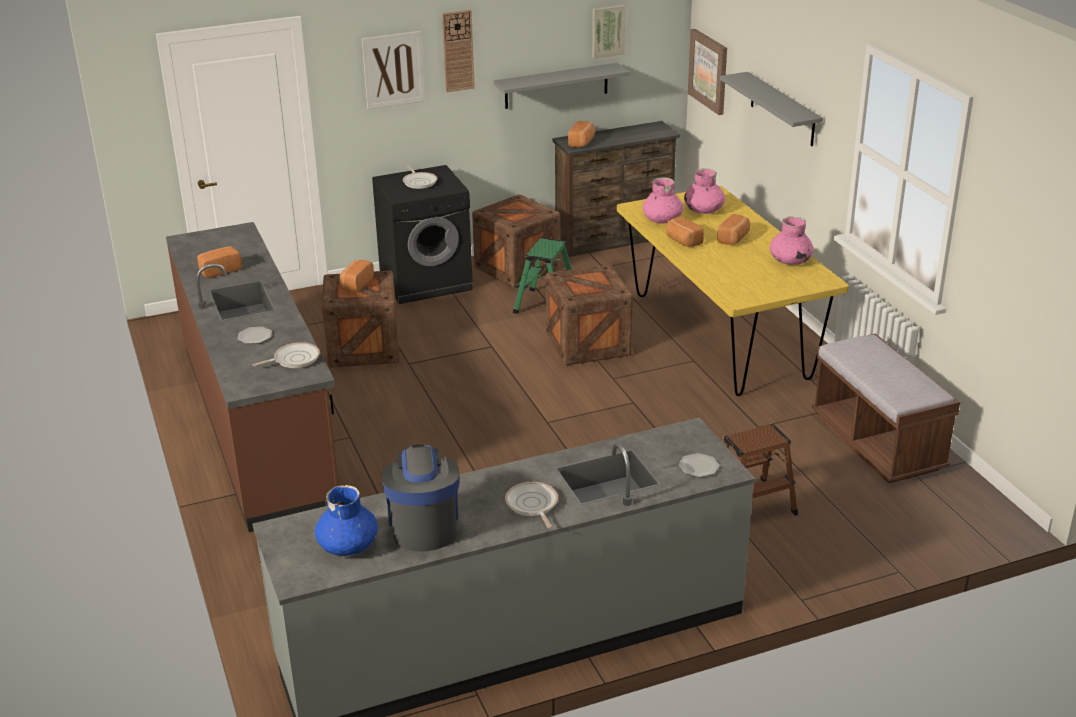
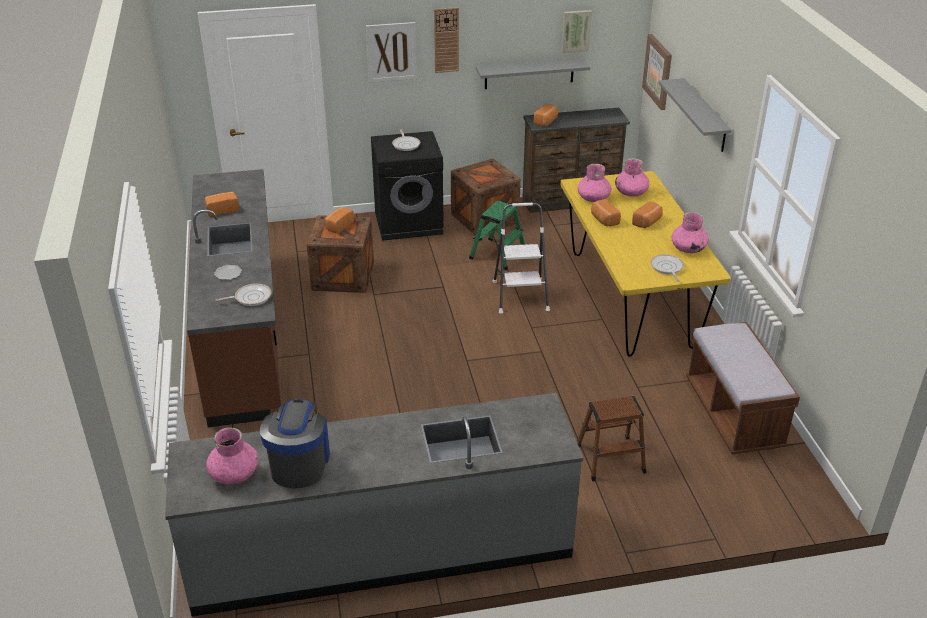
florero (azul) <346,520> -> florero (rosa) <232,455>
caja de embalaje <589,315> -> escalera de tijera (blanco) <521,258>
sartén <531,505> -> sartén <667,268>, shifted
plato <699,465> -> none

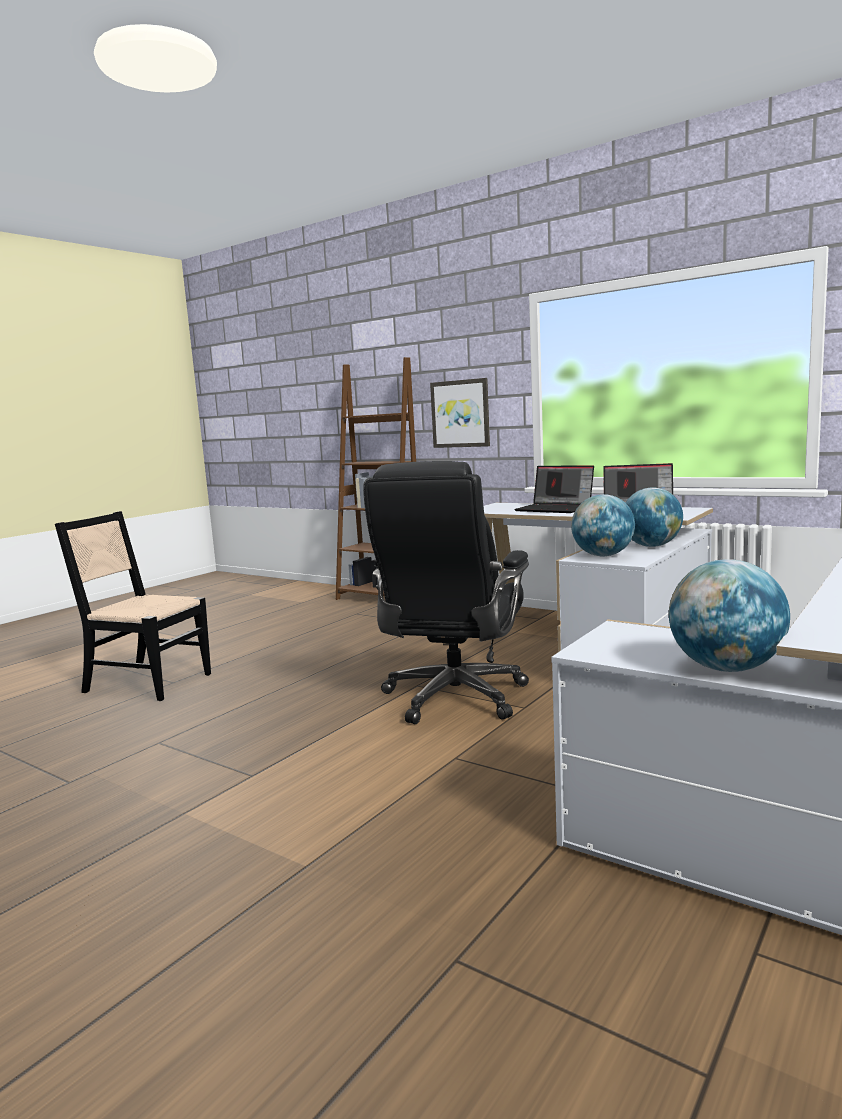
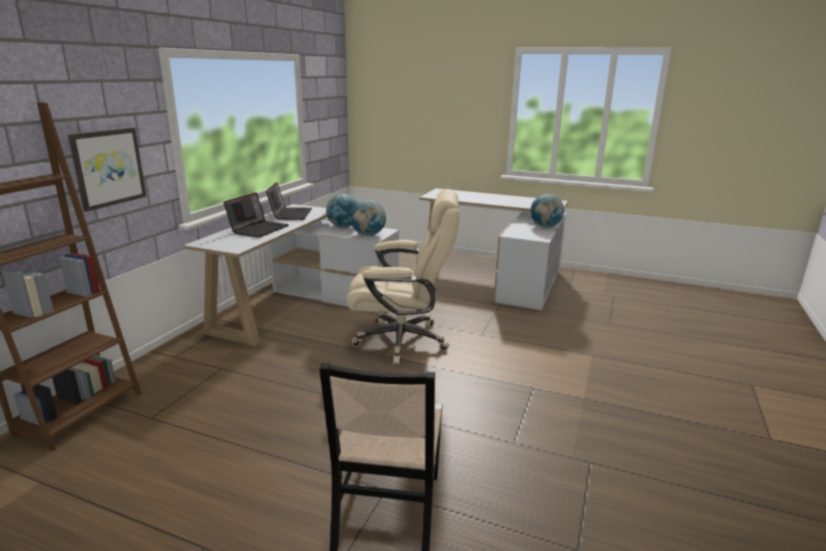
silla de oficina (negro) <446,592> -> silla de oficina (beis) <403,277>

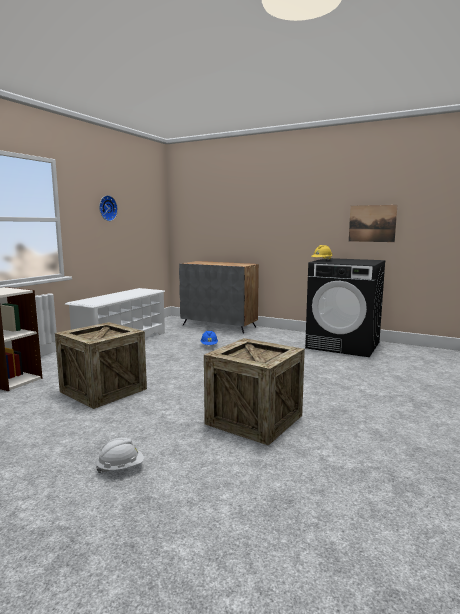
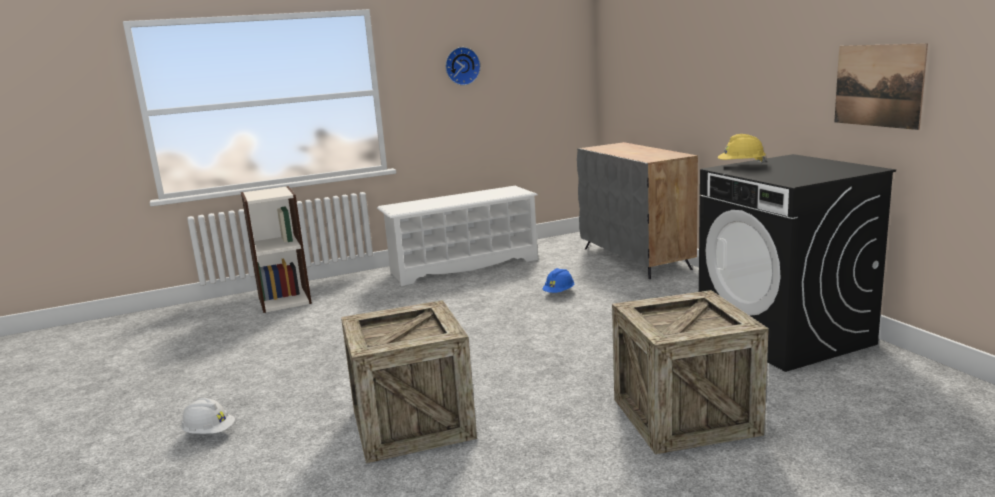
caja de embalaje <101,365> -> caja de embalaje <690,372>, shifted

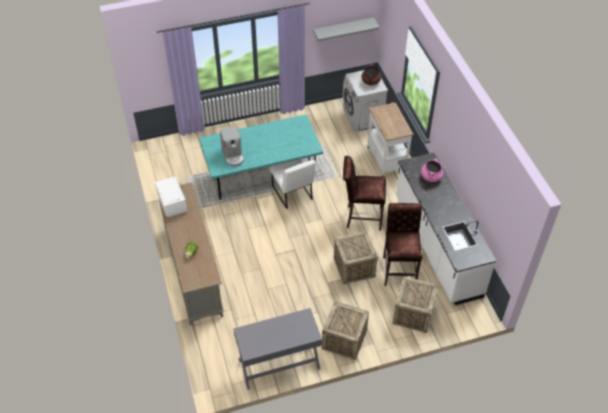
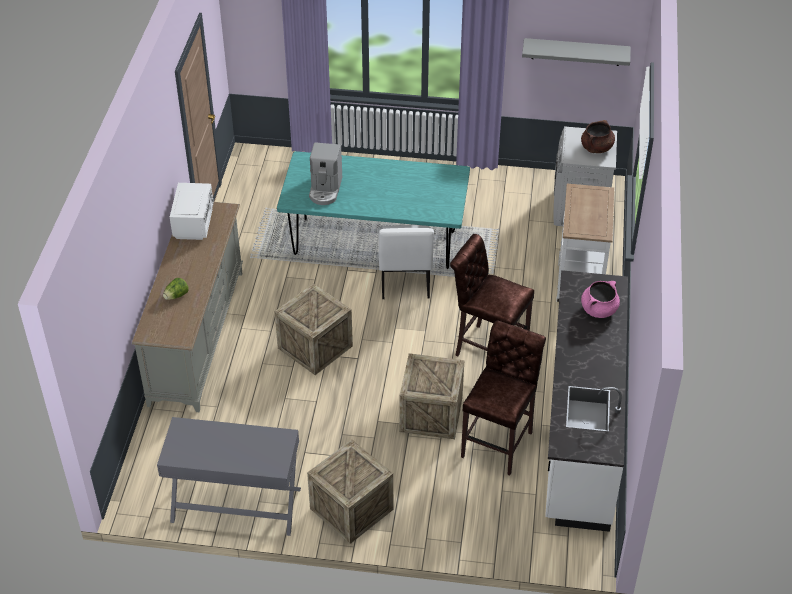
caja de embalaje <415,304> -> caja de embalaje <313,329>, shifted

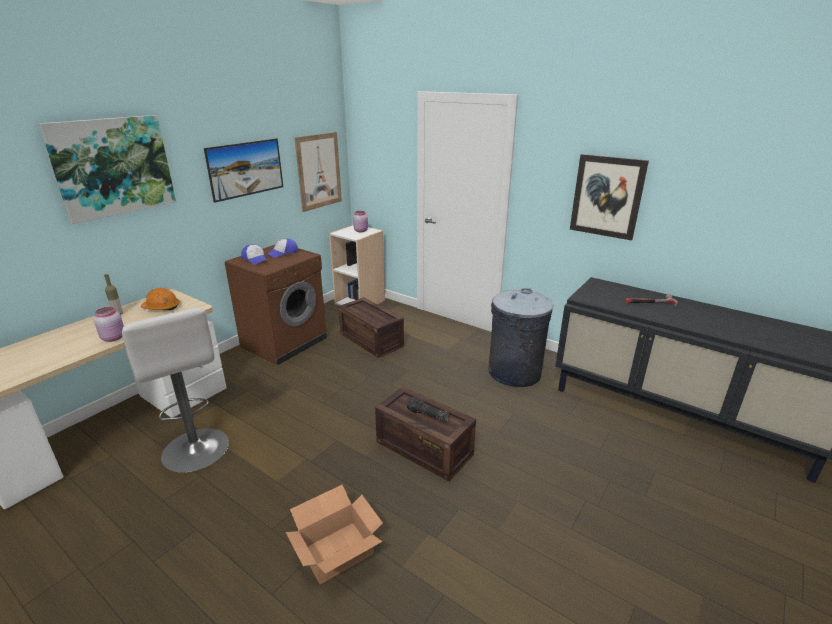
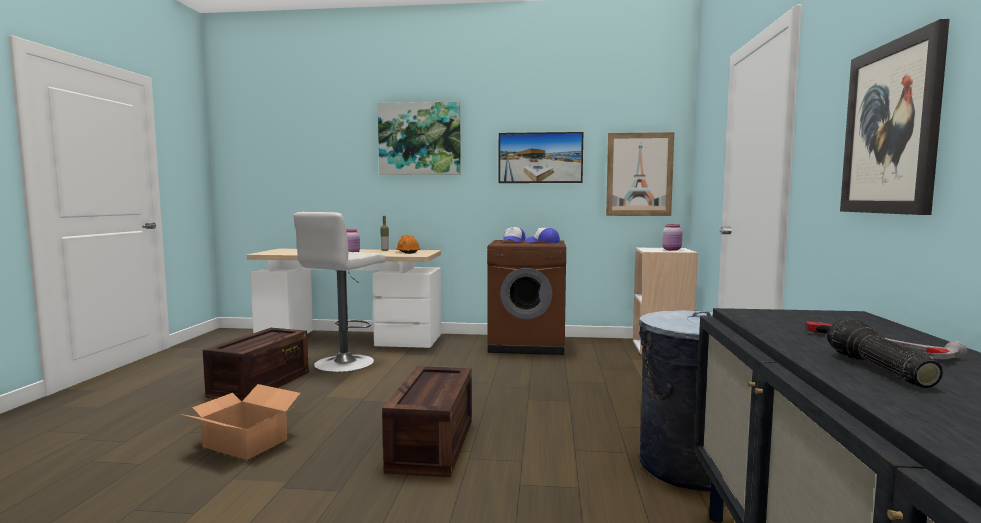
caja de embalaje <371,327> -> caja de embalaje <256,364>, shifted
linterna <428,409> -> linterna <885,353>, shifted

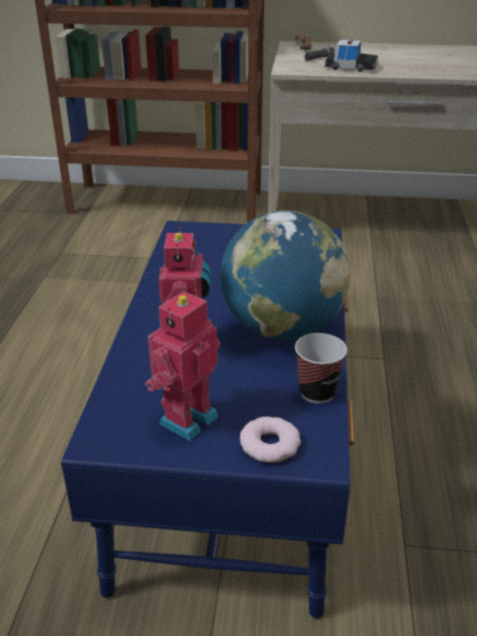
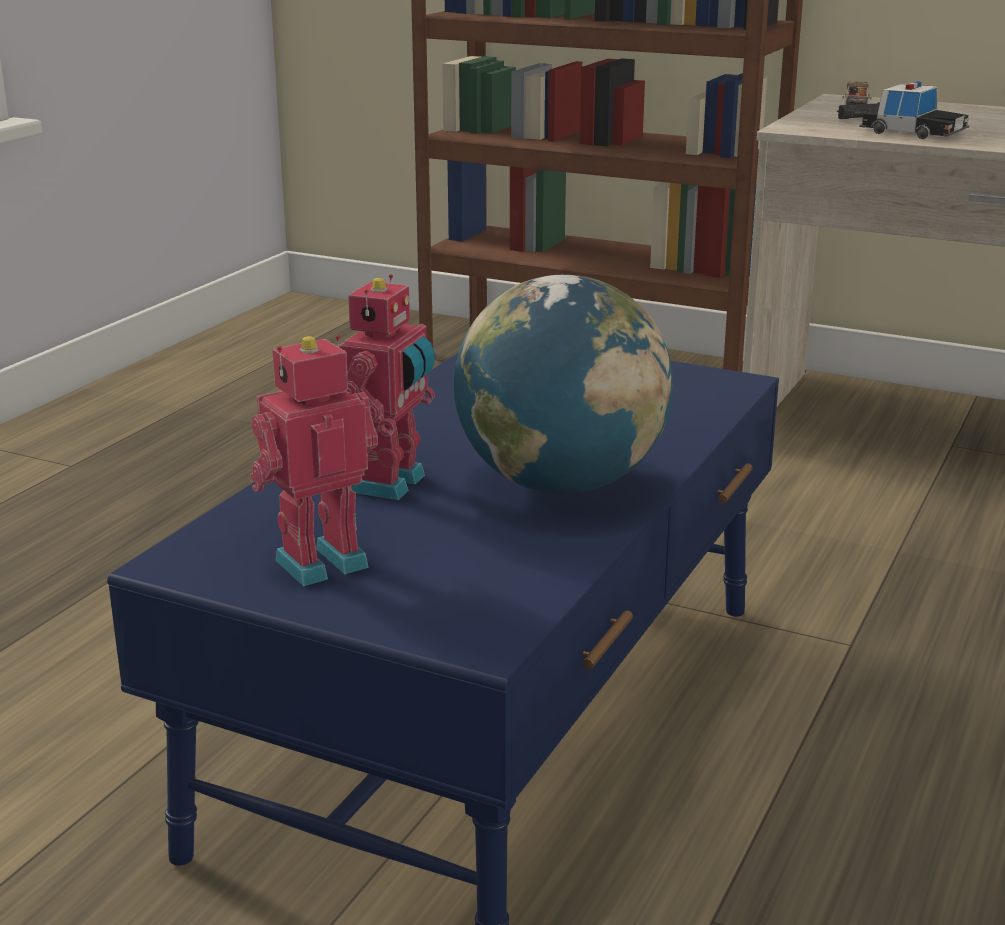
rosquilla <270,440> -> none
taza <321,368> -> none

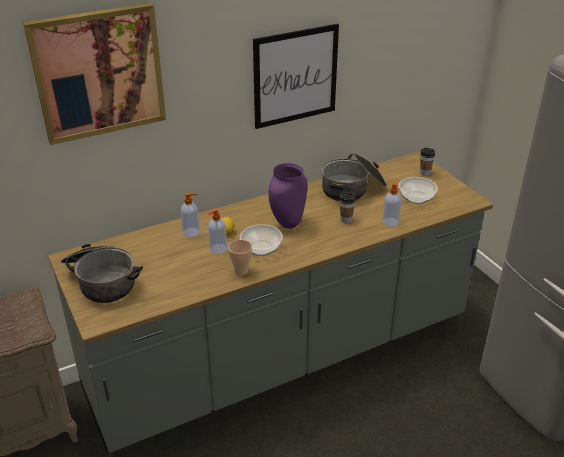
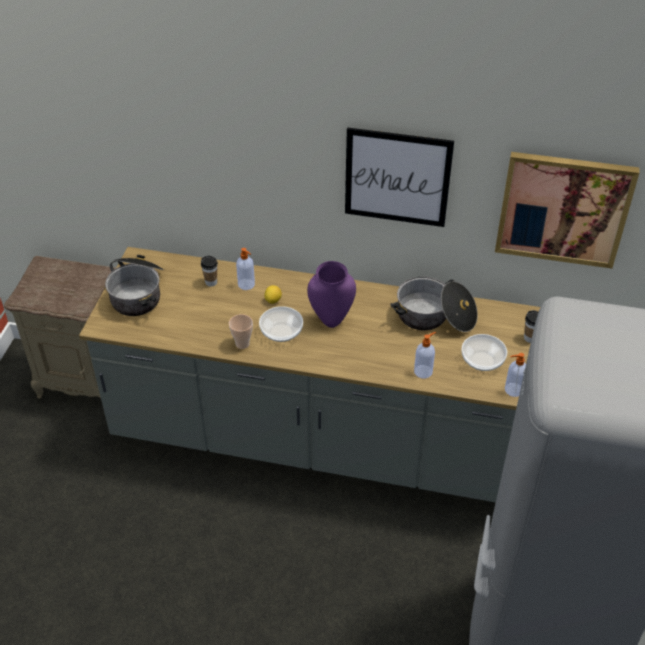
taza <347,208> -> taza <209,271>, shifted
cuadro <94,74> -> cuadro <567,210>, shifted
dispensador de jabón <217,231> -> dispensador de jabón <515,375>, shifted

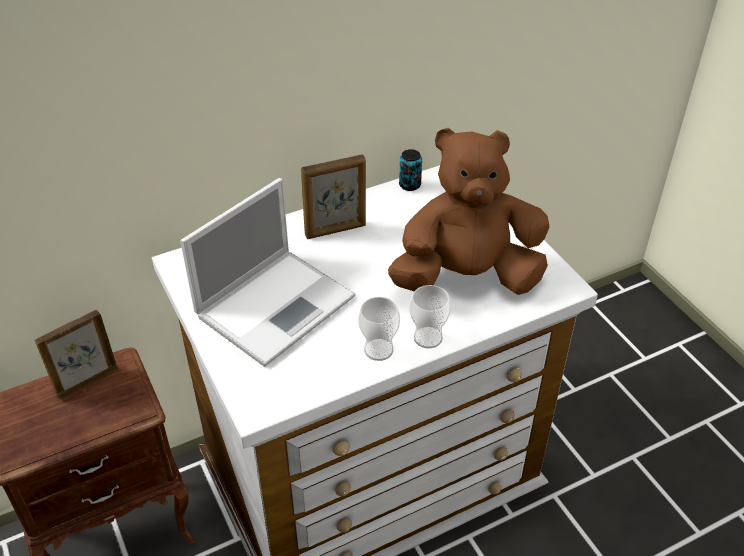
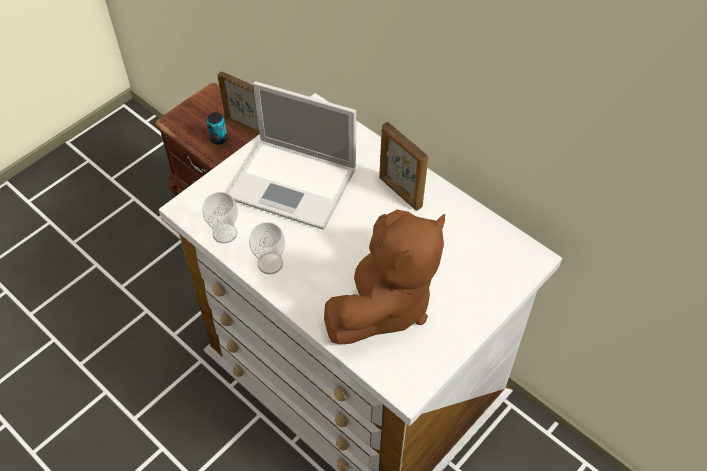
taza <430,316> -> taza <220,218>, shifted
lata <410,170> -> lata <217,128>, shifted
peluche (marrón) <468,211> -> peluche (marrón) <384,277>, 60 degrees clockwise

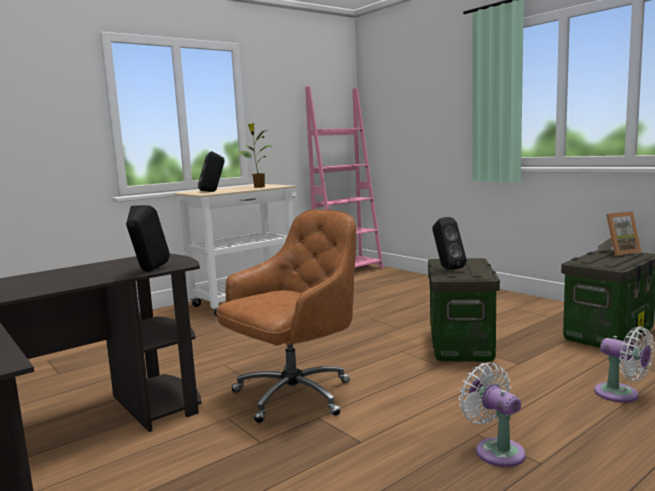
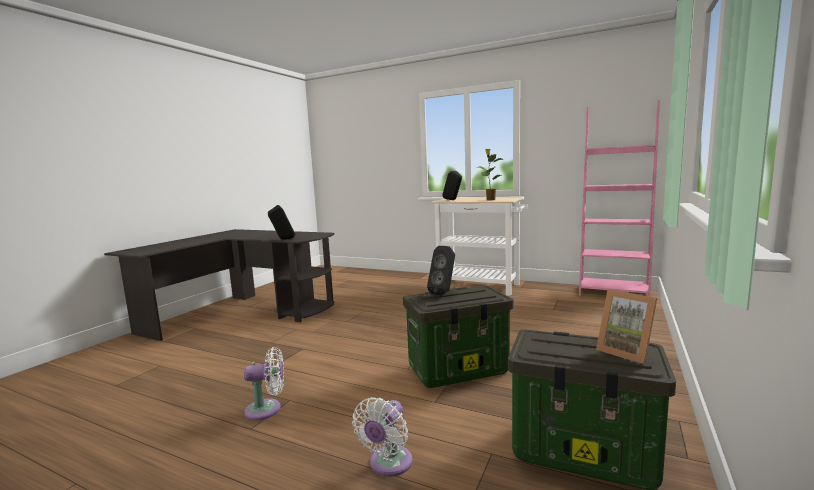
ventilador (blanco) <492,414> -> ventilador (blanco) <264,383>, 45 degrees clockwise
silla de oficina (marrón) <286,316> -> none

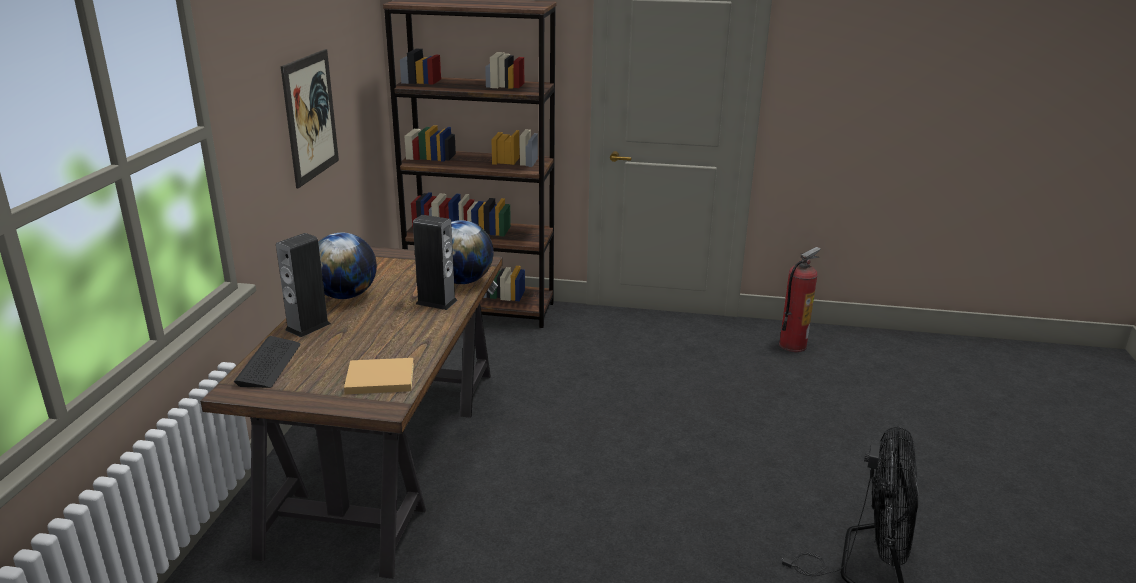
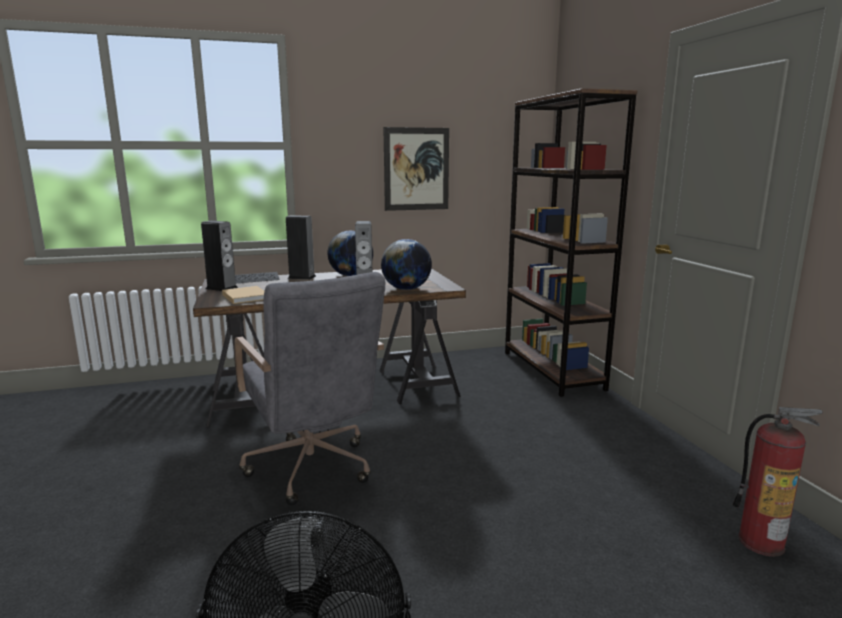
none -> altavoz <219,256>
none -> silla de oficina (gris) <309,389>

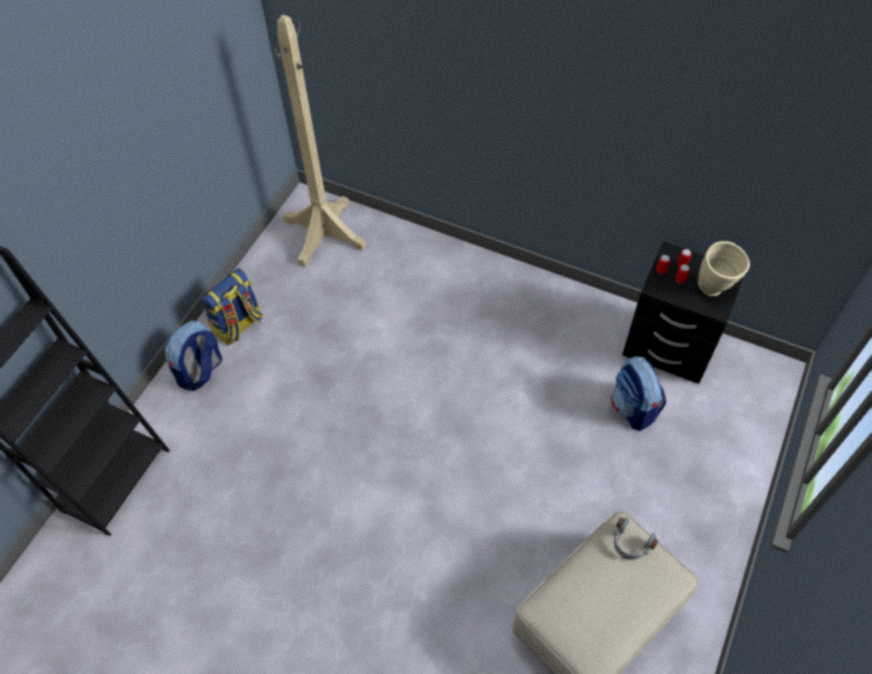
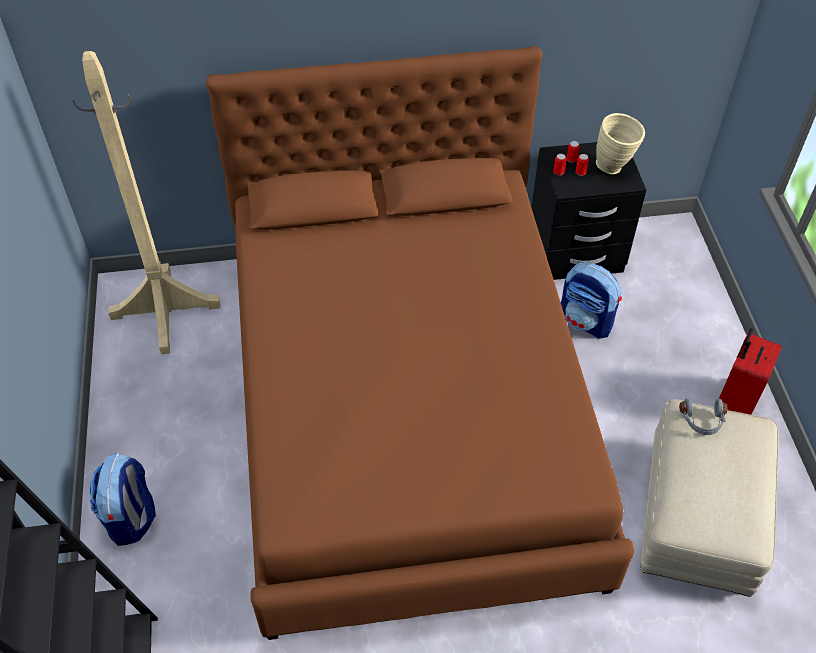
none -> cama (marrón) <420,343>
none -> maleta (rojo) <750,371>
mochila <231,306> -> none

